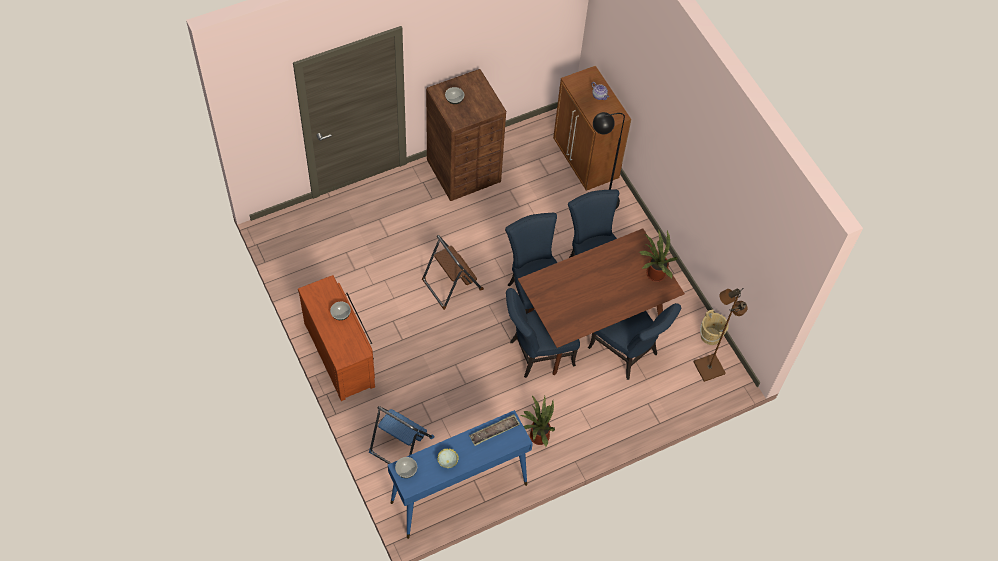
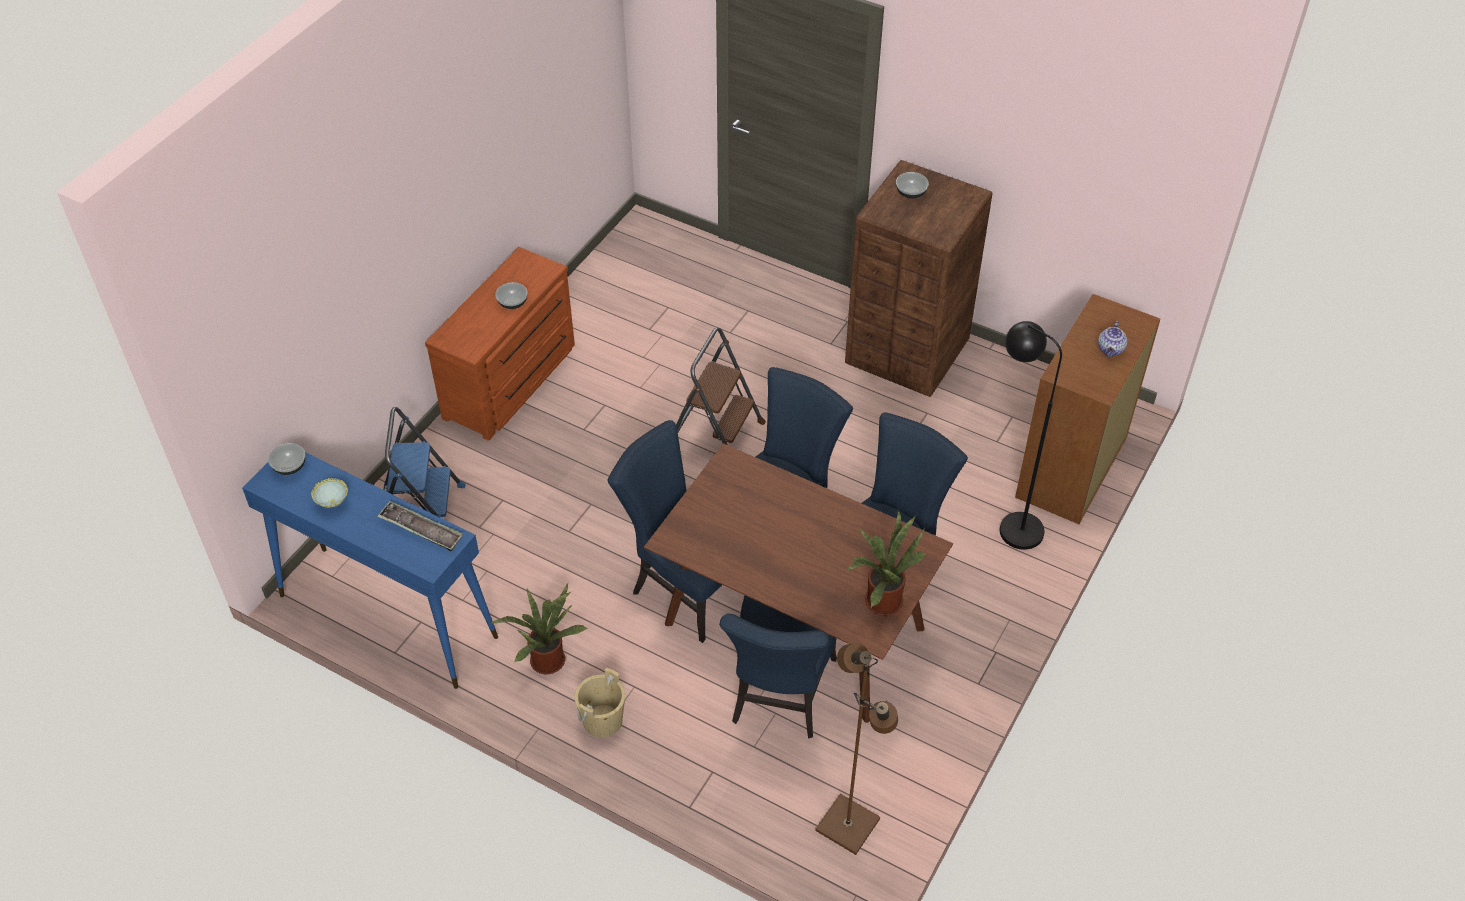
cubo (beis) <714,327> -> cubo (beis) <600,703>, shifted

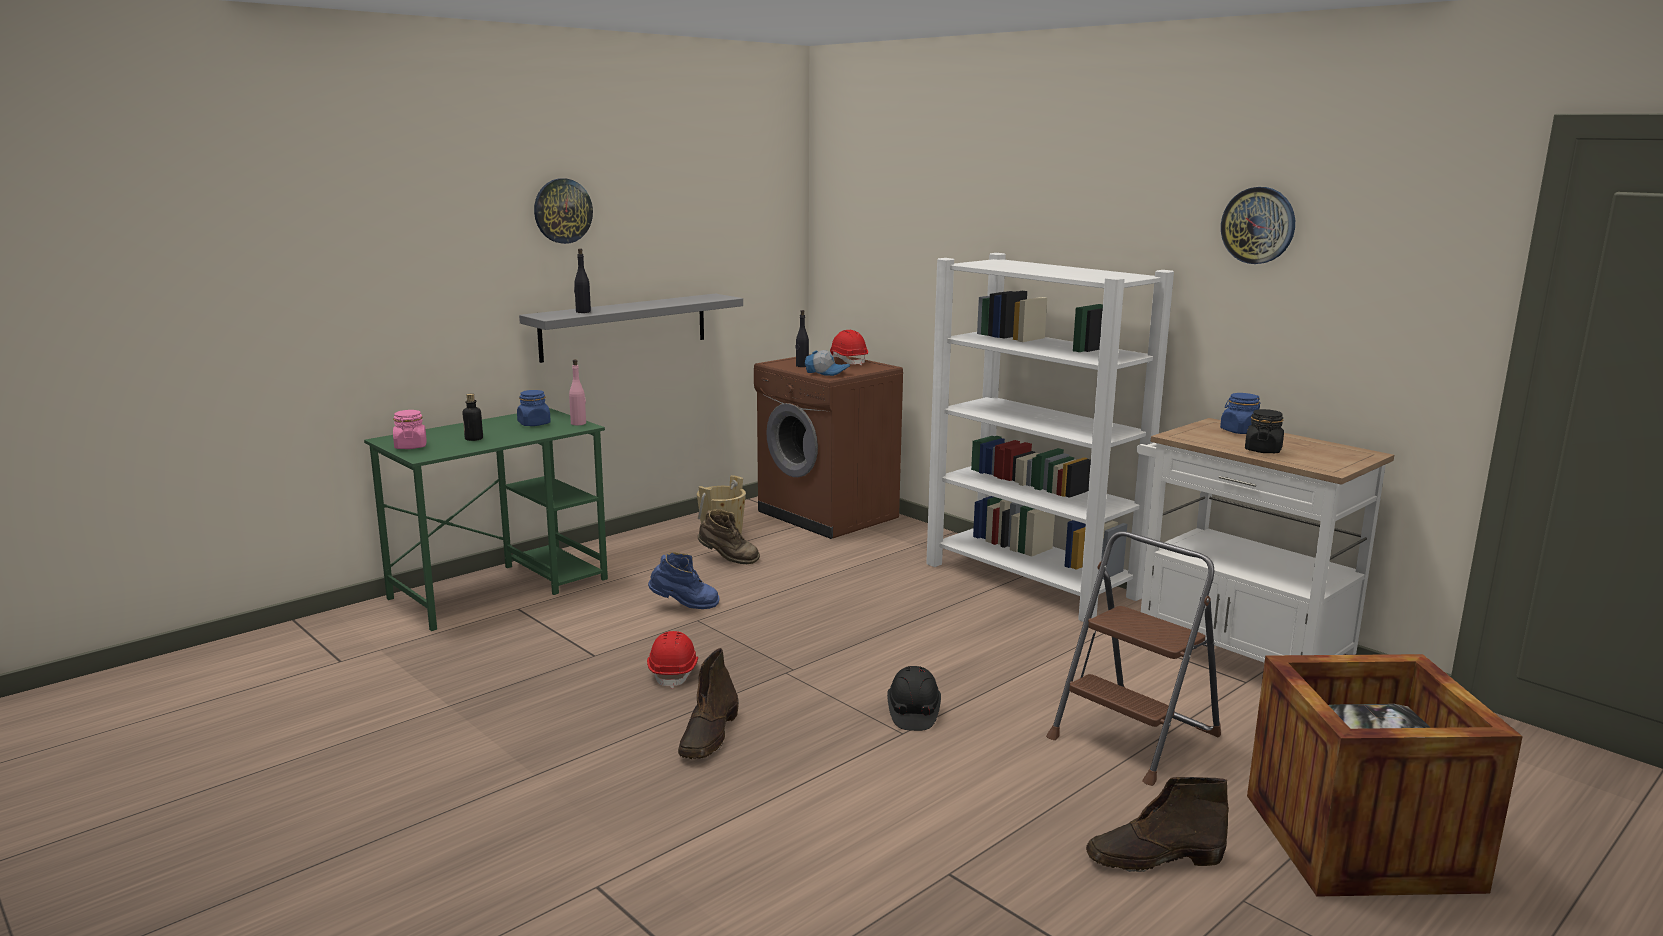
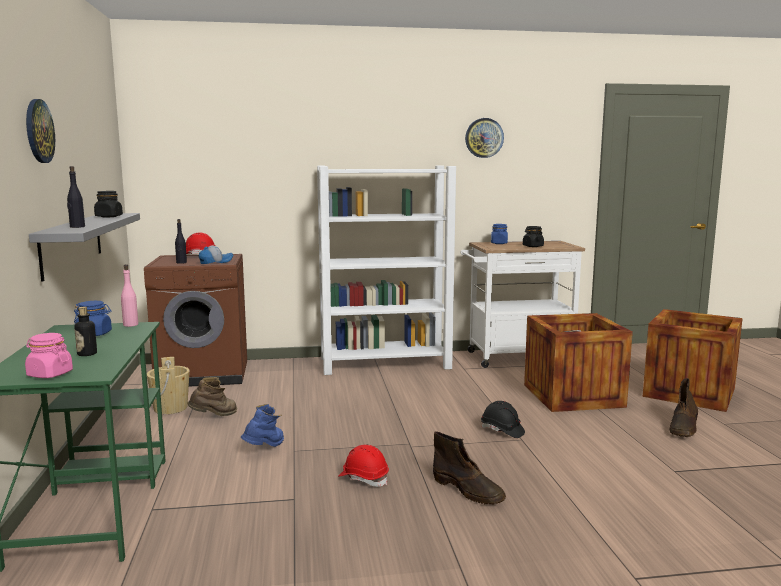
none -> tarro (negro) <108,204>
escalera de tijera (marrón) <1133,658> -> caja de embalaje <578,362>

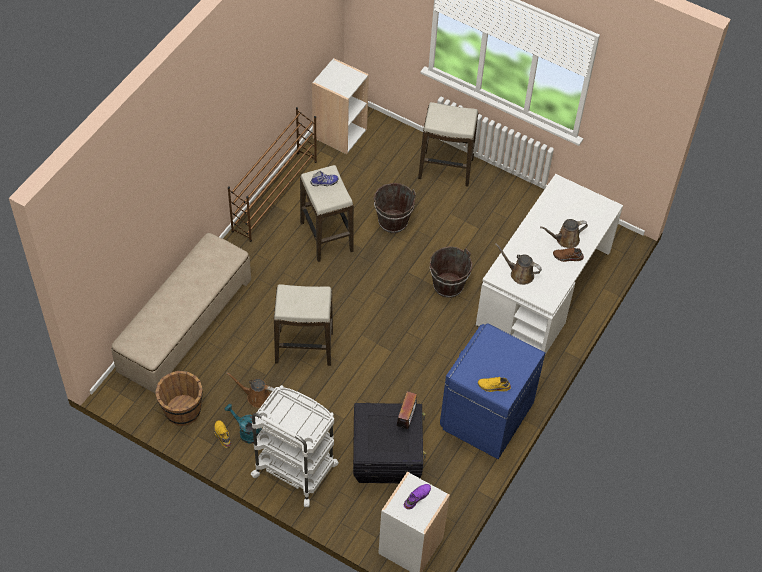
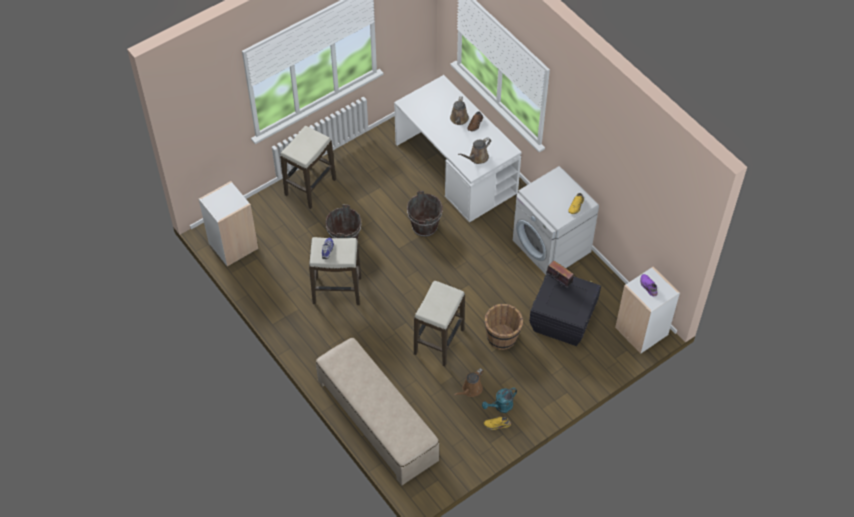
cubo (marrón) <179,398> -> cubo (marrón) <504,327>, shifted
lavadora (azul) <492,391> -> lavadora (blanco) <556,220>
zapatero (marrón) <272,174> -> none
carrito (blanco) <295,446> -> none

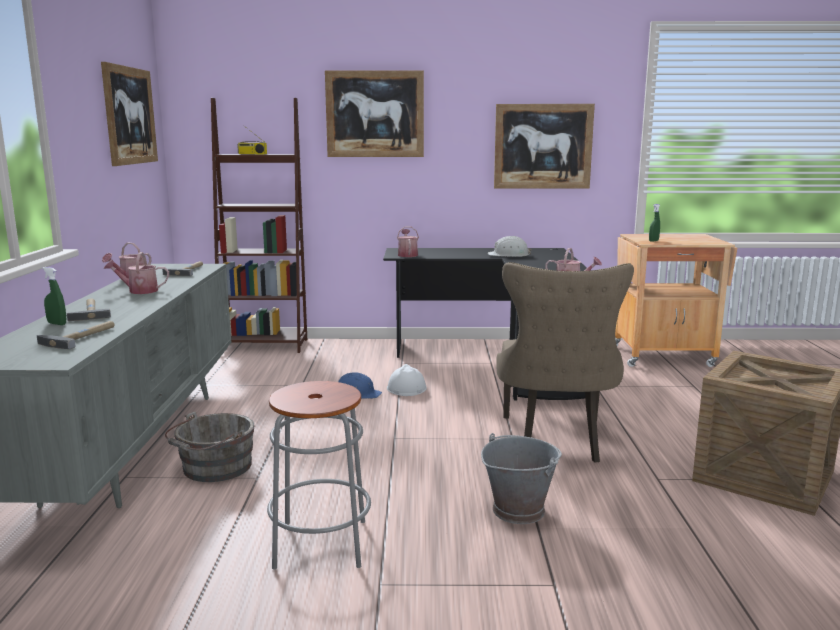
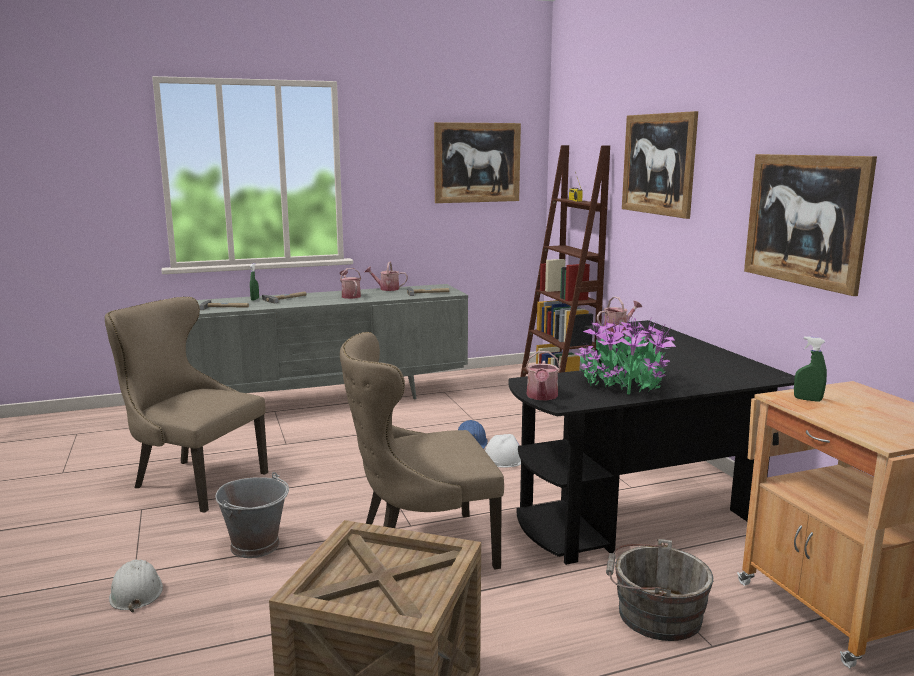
taburete (gris) <319,475> -> silla (beis) <186,405>
casco (blanco) <510,246> -> casco (blanco) <136,586>, shifted
none -> planta en maceta <625,354>
cubo (gris) <210,447> -> cubo (gris) <659,590>, shifted

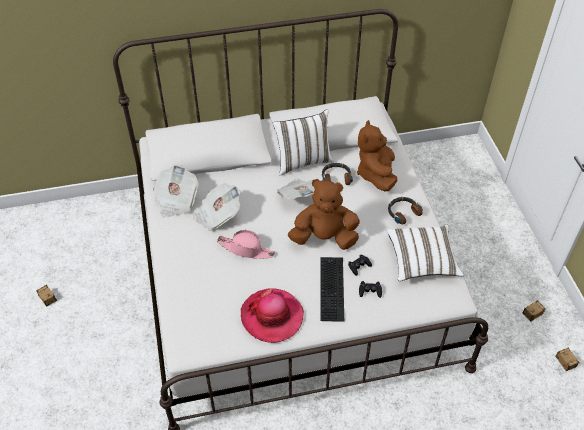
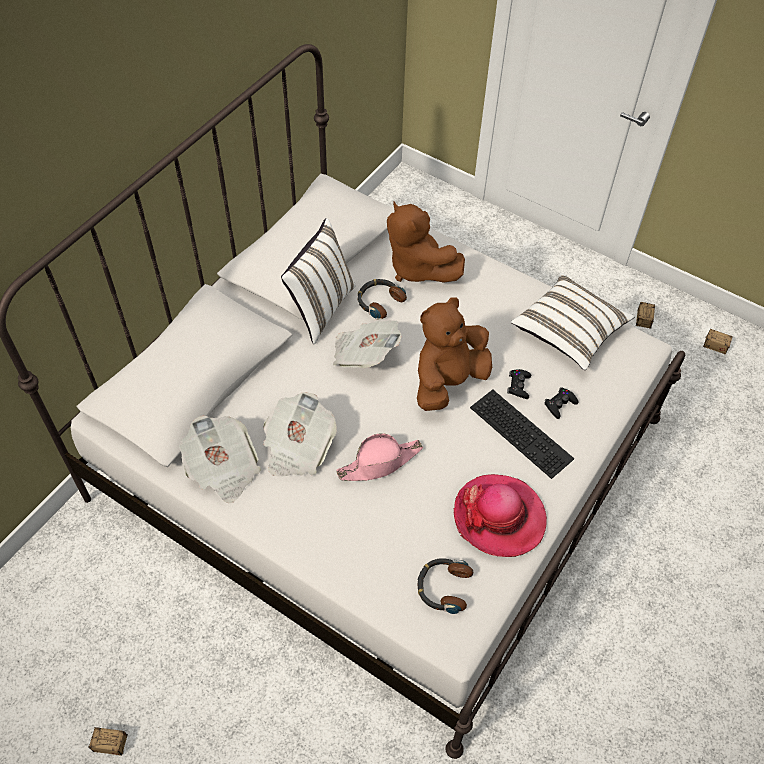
auriculares <405,210> -> auriculares <445,586>, shifted

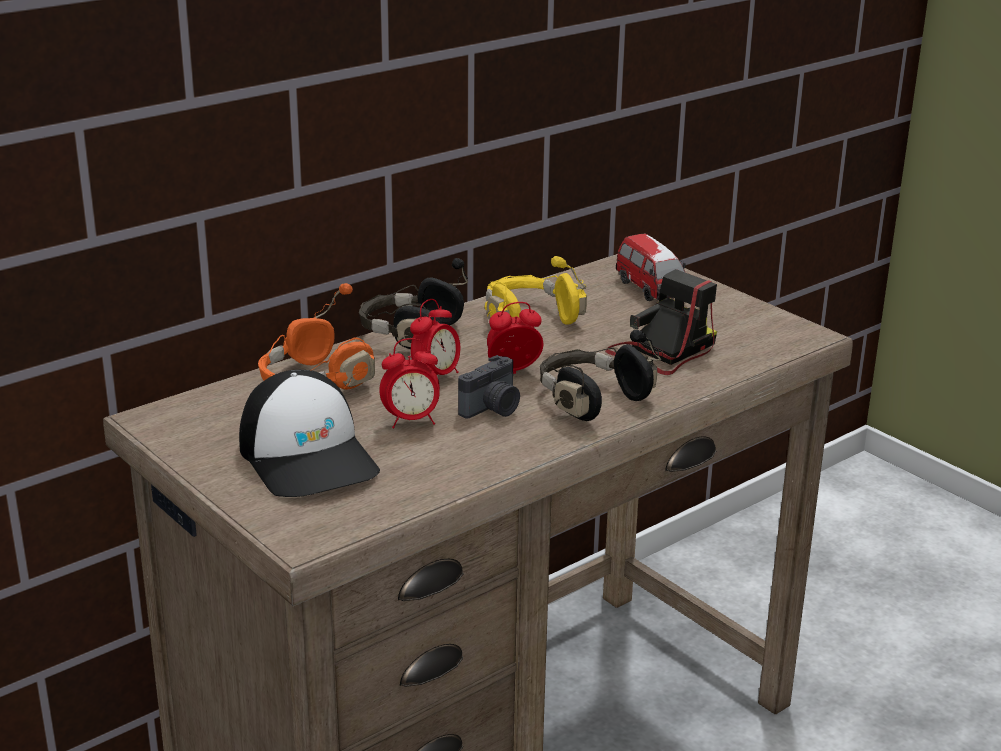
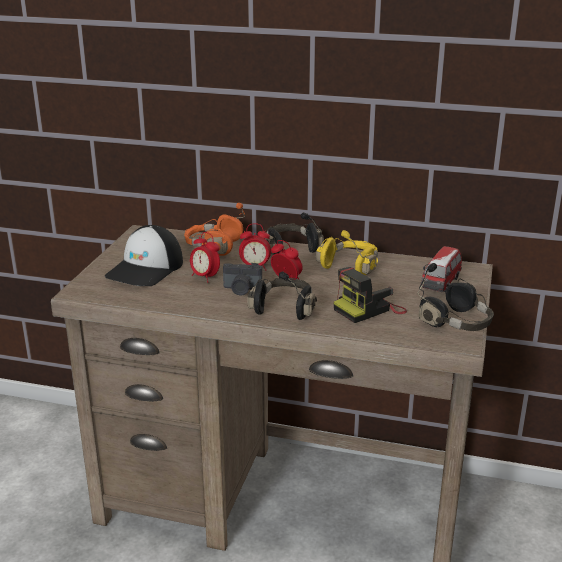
cámara <661,322> -> cámara <370,295>, 135 degrees clockwise
none -> auriculares (negro) <455,297>

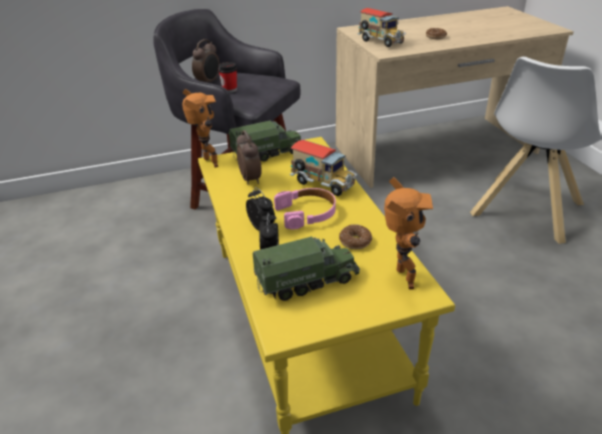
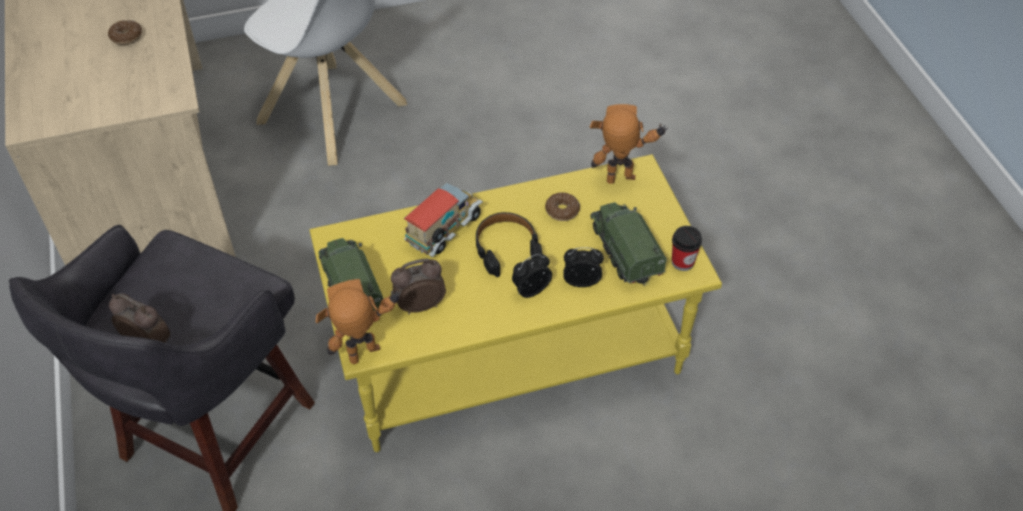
auriculares (rosa) <305,208> -> auriculares (negro) <509,244>
taza <227,77> -> taza <687,248>, shifted
camión de juguete <382,27> -> none

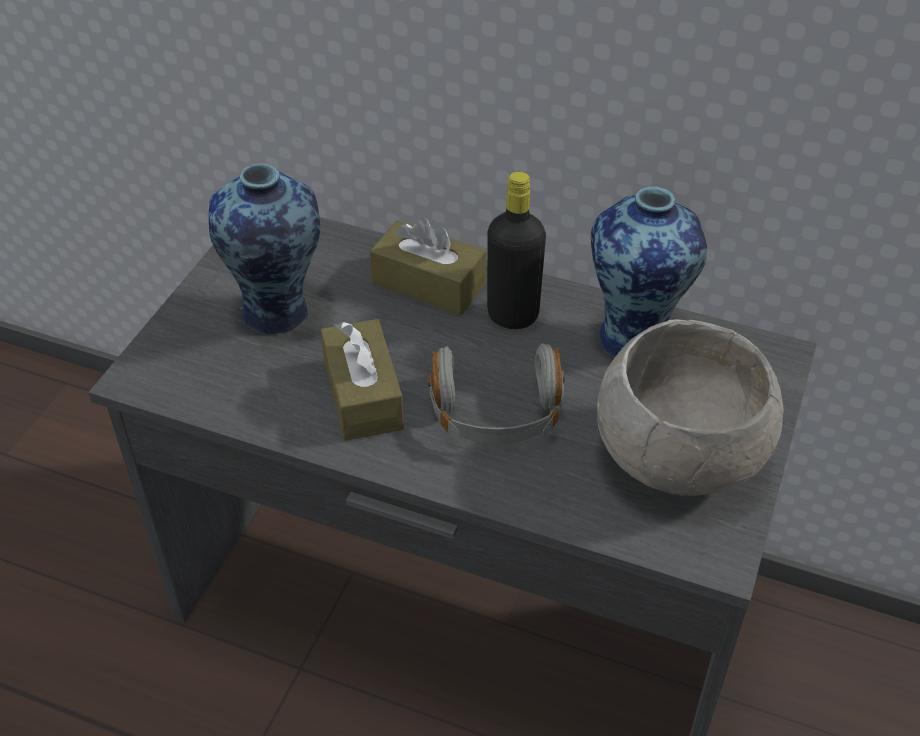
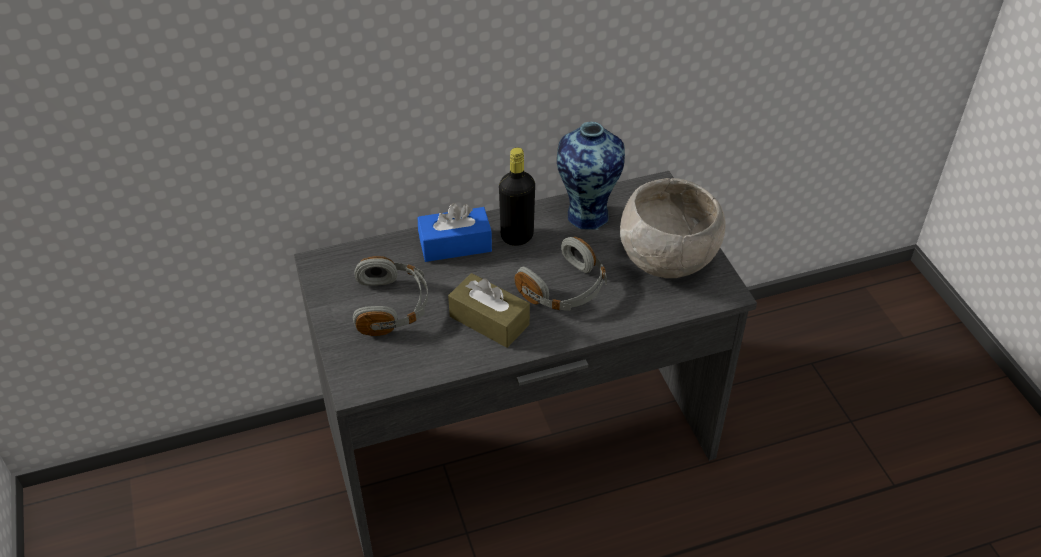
florero <264,249> -> auriculares (gris) <390,296>
caja de pañuelos (marrón) <428,266> -> caja de pañuelos (azul) <455,232>

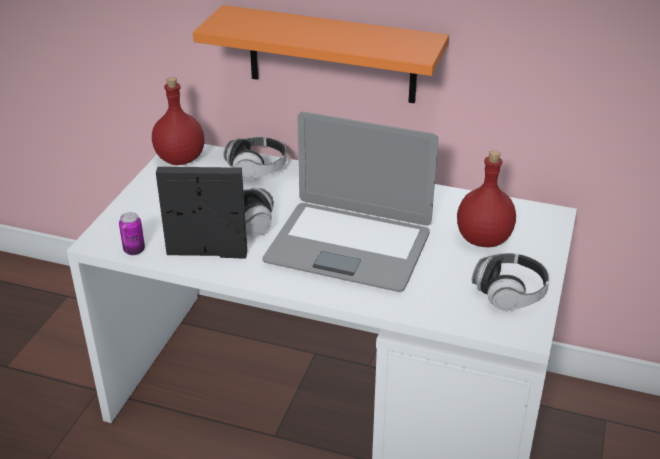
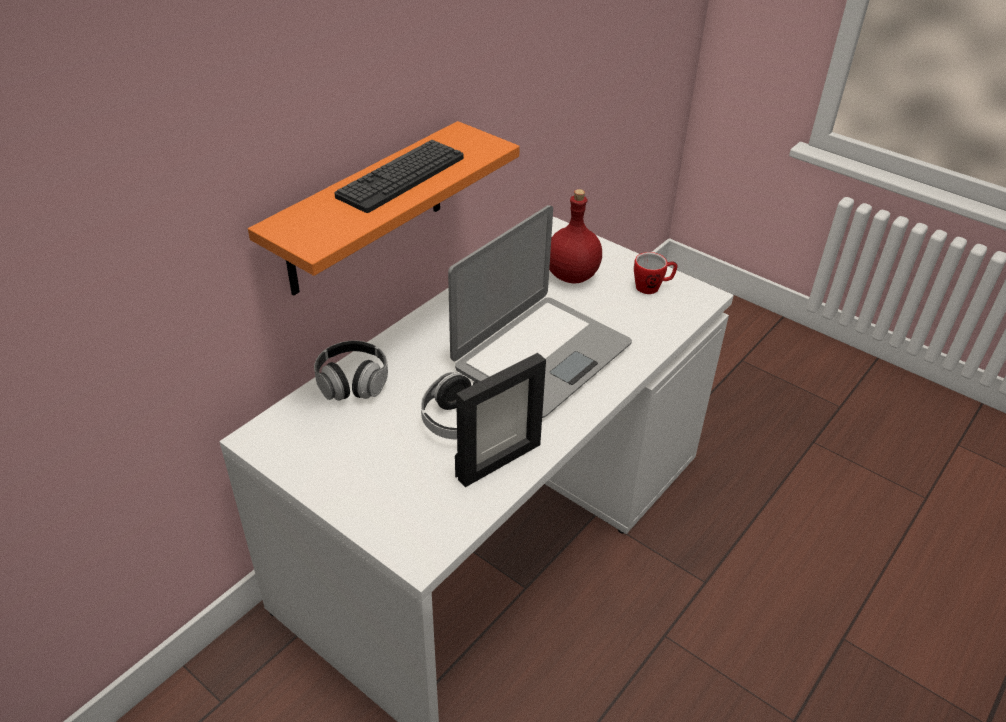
none -> teclado <399,176>
portarretratos <201,213> -> portarretratos <500,420>, 150 degrees counterclockwise
auriculares <510,282> -> taza grande <656,273>
lata <132,233> -> none
botella (rojo) <178,121> -> none

